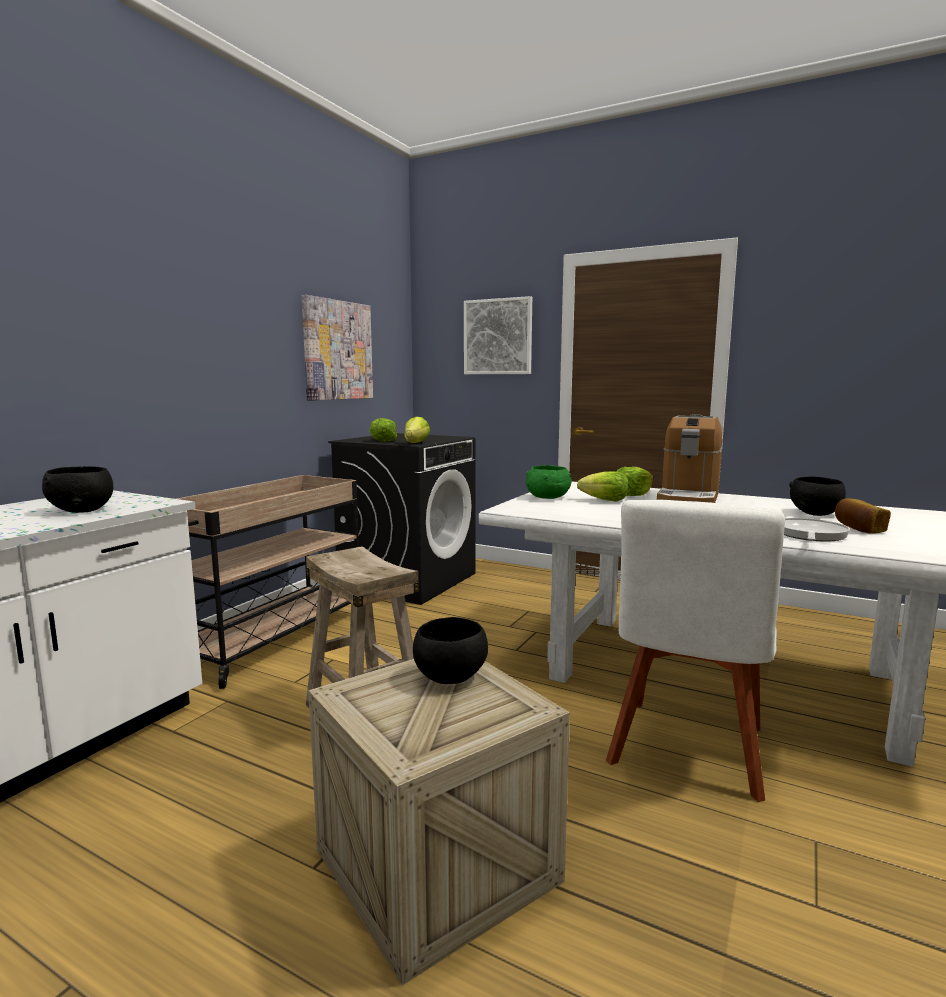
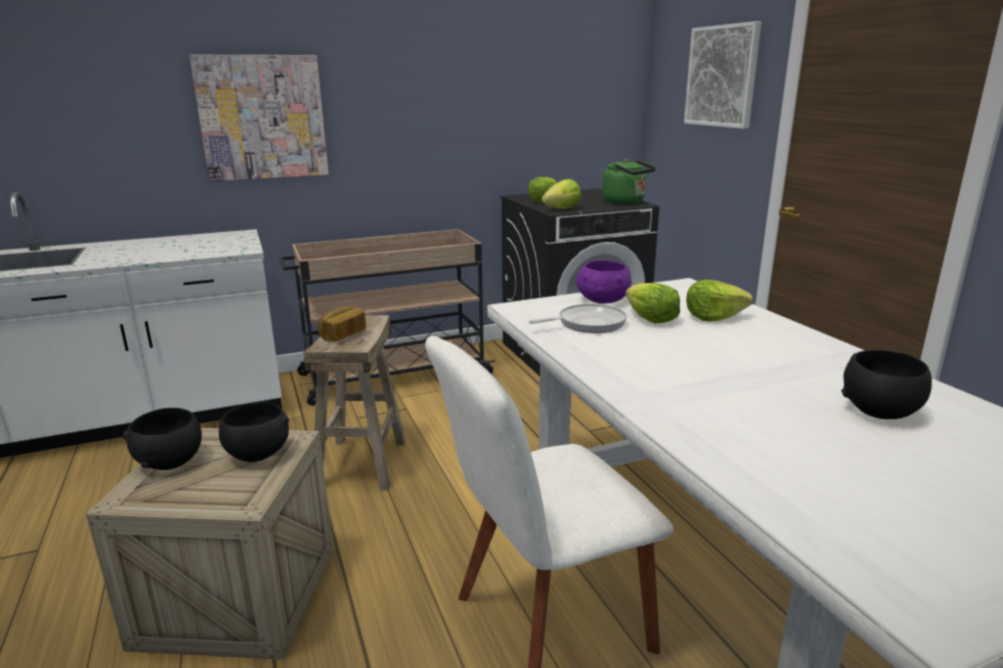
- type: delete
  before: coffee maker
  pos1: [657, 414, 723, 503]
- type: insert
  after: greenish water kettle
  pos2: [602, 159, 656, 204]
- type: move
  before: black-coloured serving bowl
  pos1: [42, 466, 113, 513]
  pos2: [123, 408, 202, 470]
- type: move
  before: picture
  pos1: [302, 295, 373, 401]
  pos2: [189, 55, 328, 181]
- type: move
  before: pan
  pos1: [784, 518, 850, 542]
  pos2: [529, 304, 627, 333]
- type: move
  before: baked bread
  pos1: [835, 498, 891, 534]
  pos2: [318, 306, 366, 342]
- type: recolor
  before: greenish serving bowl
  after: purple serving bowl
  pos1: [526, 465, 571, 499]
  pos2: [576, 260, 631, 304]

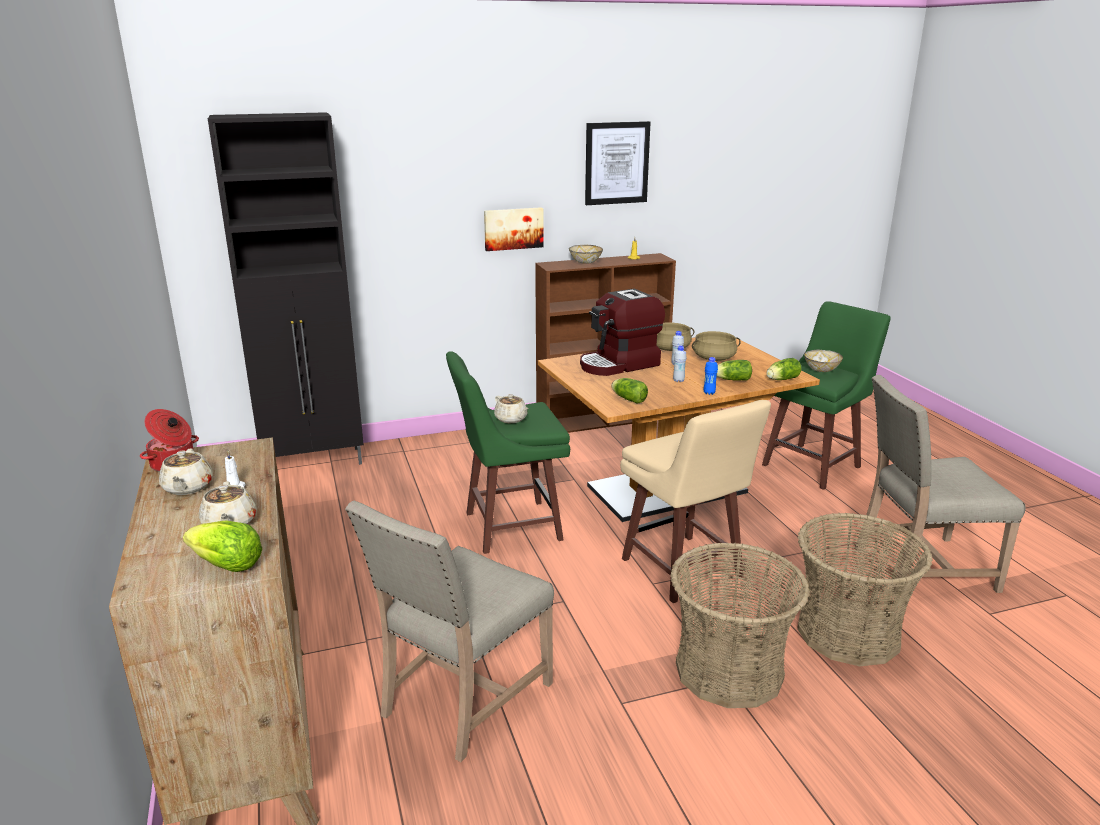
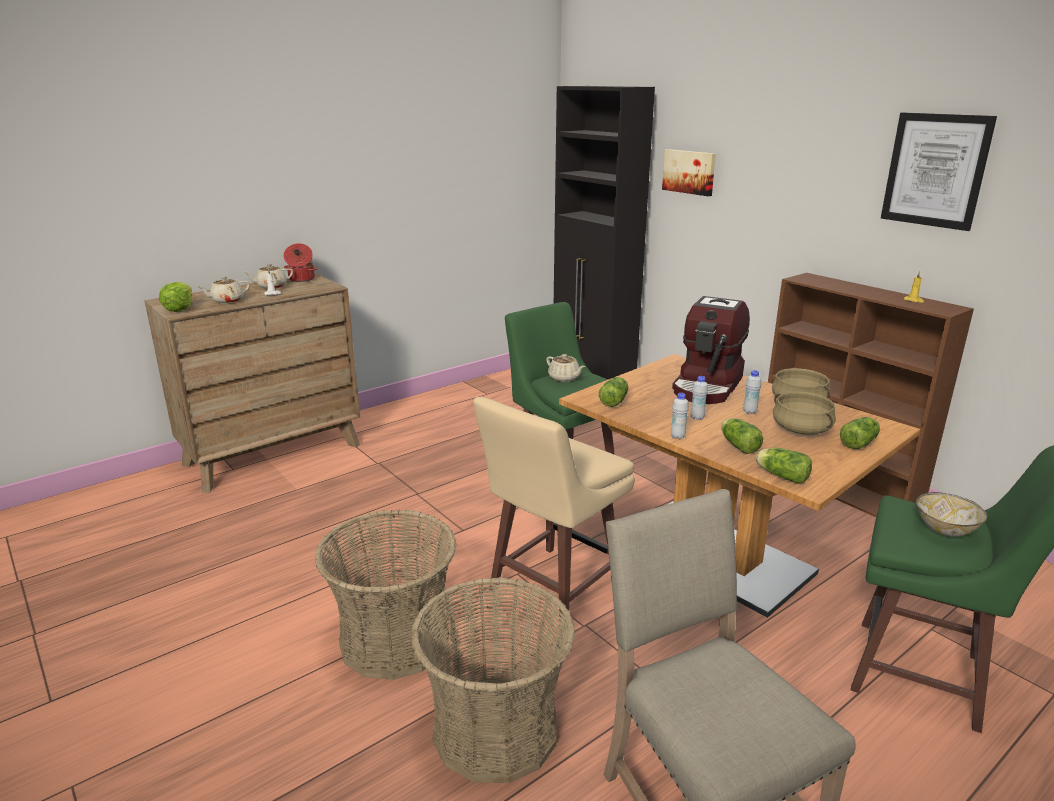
- type: delete
  before: sand-coloured chair
  pos1: [345, 501, 554, 762]
- type: delete
  before: serving bowl
  pos1: [569, 245, 603, 264]
- type: insert
  after: lettuce head
  pos2: [840, 417, 880, 449]
- type: move
  before: picture
  pos1: [484, 207, 543, 251]
  pos2: [662, 149, 716, 196]
- type: recolor
  before: bluish bottle
  after: white-coloured bottle
  pos1: [704, 357, 718, 395]
  pos2: [671, 393, 689, 439]
- type: rotate
  before: sand-coloured teapot
  pos1: [494, 394, 529, 423]
  pos2: [546, 354, 585, 382]
  turn: -75
- type: rotate
  before: coffee maker
  pos1: [580, 289, 665, 376]
  pos2: [672, 296, 750, 404]
  turn: -105

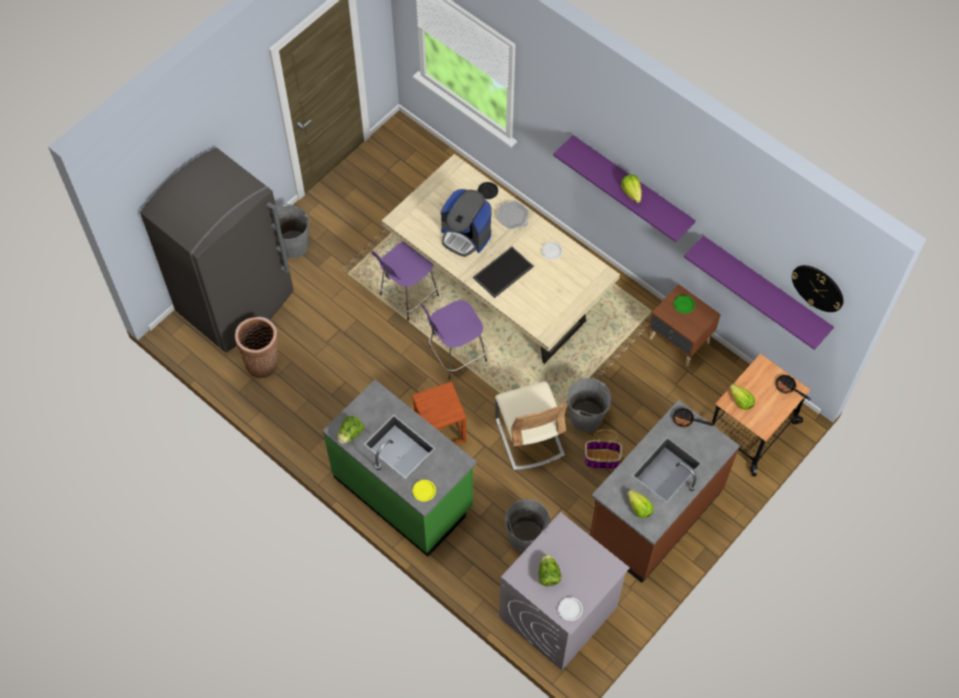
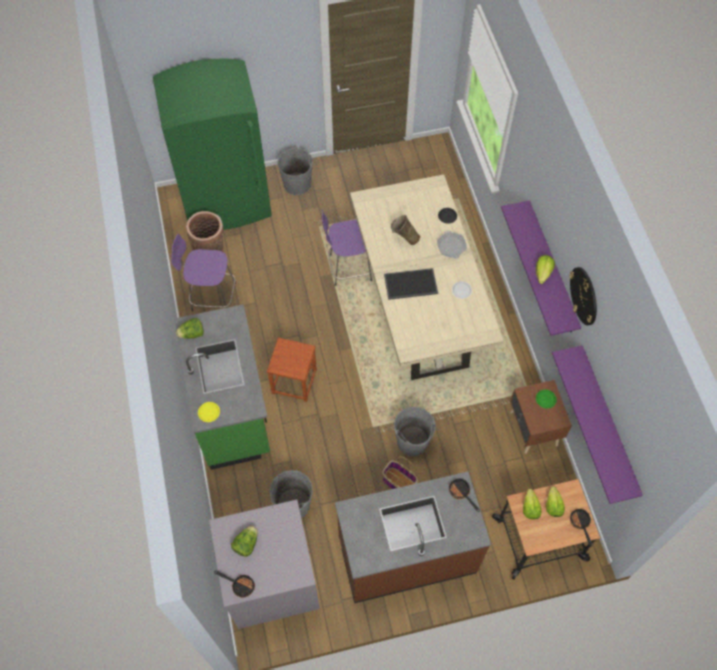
- type: delete
  before: sand-coloured chair
  pos1: [495, 381, 567, 470]
- type: move
  before: purple sitting stool
  pos1: [422, 300, 487, 380]
  pos2: [171, 234, 236, 312]
- type: move
  before: lettuce head
  pos1: [627, 490, 654, 518]
  pos2: [546, 486, 565, 517]
- type: move
  before: hanging clock
  pos1: [791, 265, 843, 312]
  pos2: [569, 267, 597, 326]
- type: replace
  before: coffee maker
  after: sand-coloured decorative vase
  pos1: [441, 189, 492, 257]
  pos2: [391, 215, 420, 245]
- type: replace
  before: white-coloured dinner plate
  after: pan
  pos1: [558, 597, 583, 621]
  pos2: [214, 570, 255, 598]
- type: recolor
  before: greyish kitchen fridge
  after: greenish kitchen fridge
  pos1: [140, 148, 294, 352]
  pos2: [153, 59, 272, 230]

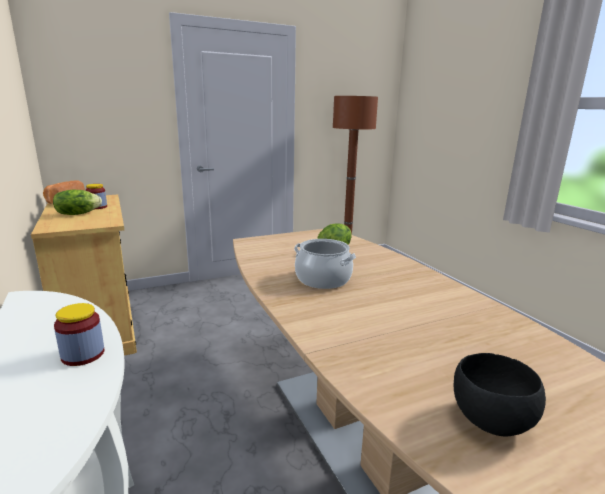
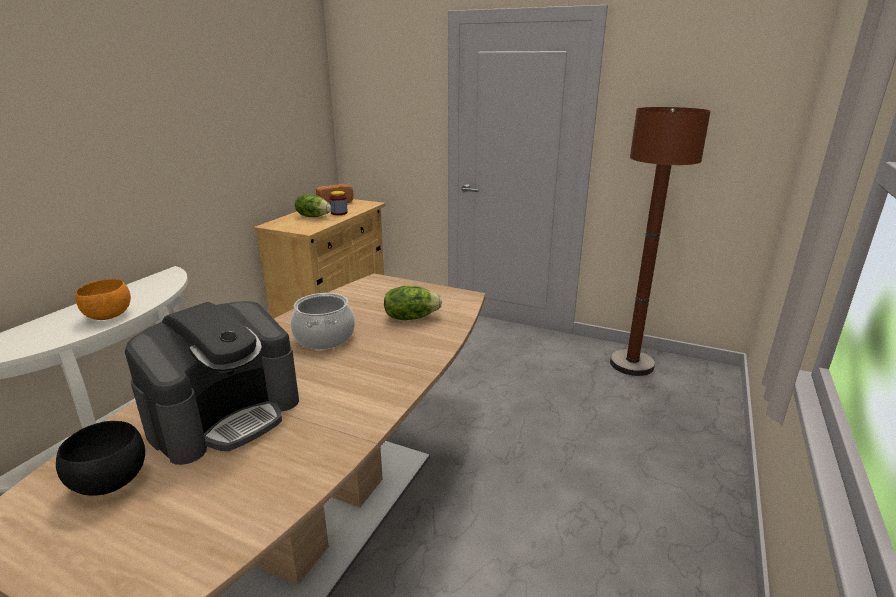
- type: insert
  after: coffee maker
  pos2: [125, 301, 299, 465]
- type: replace
  before: jar
  after: orange-coloured serving bowl
  pos1: [54, 303, 104, 366]
  pos2: [75, 279, 131, 320]

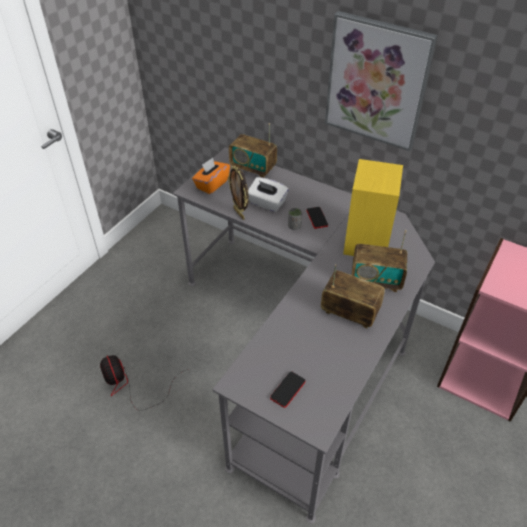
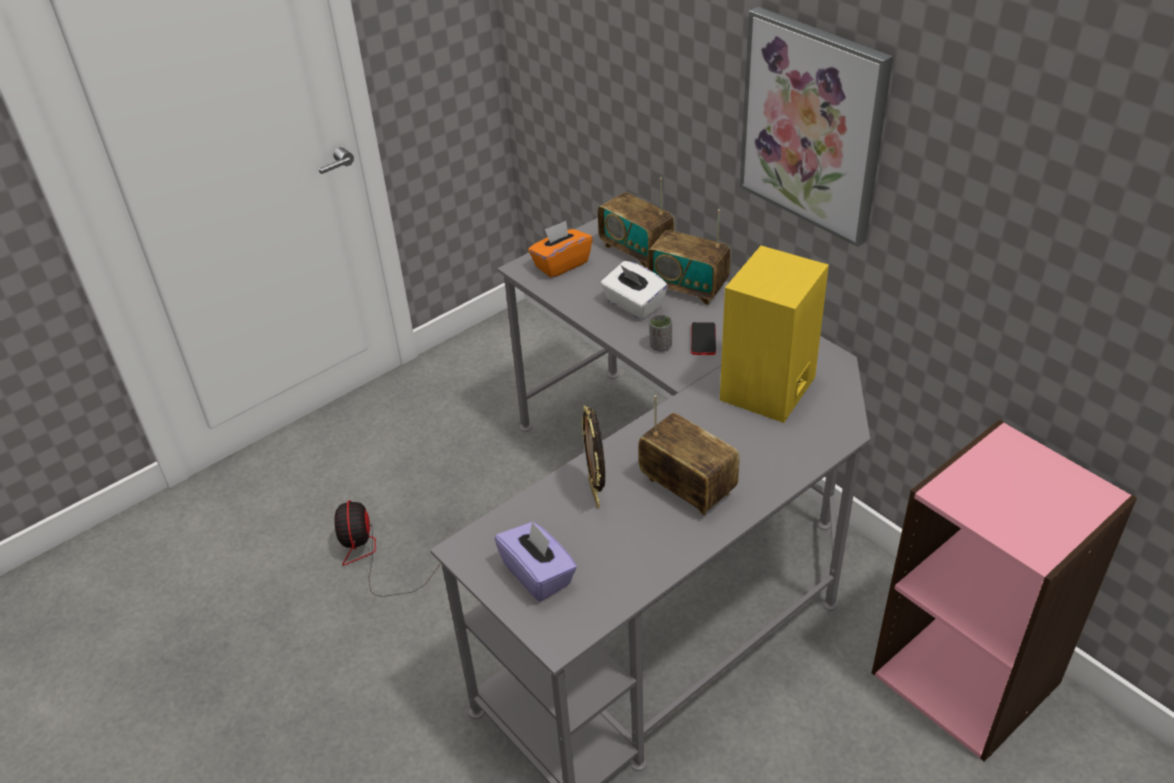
- type: move
  before: photo frame
  pos1: [228, 166, 249, 220]
  pos2: [581, 405, 605, 508]
- type: move
  before: radio
  pos1: [351, 230, 407, 292]
  pos2: [647, 209, 731, 305]
- type: replace
  before: phone
  after: purple tissue box
  pos1: [270, 371, 305, 408]
  pos2: [495, 520, 577, 602]

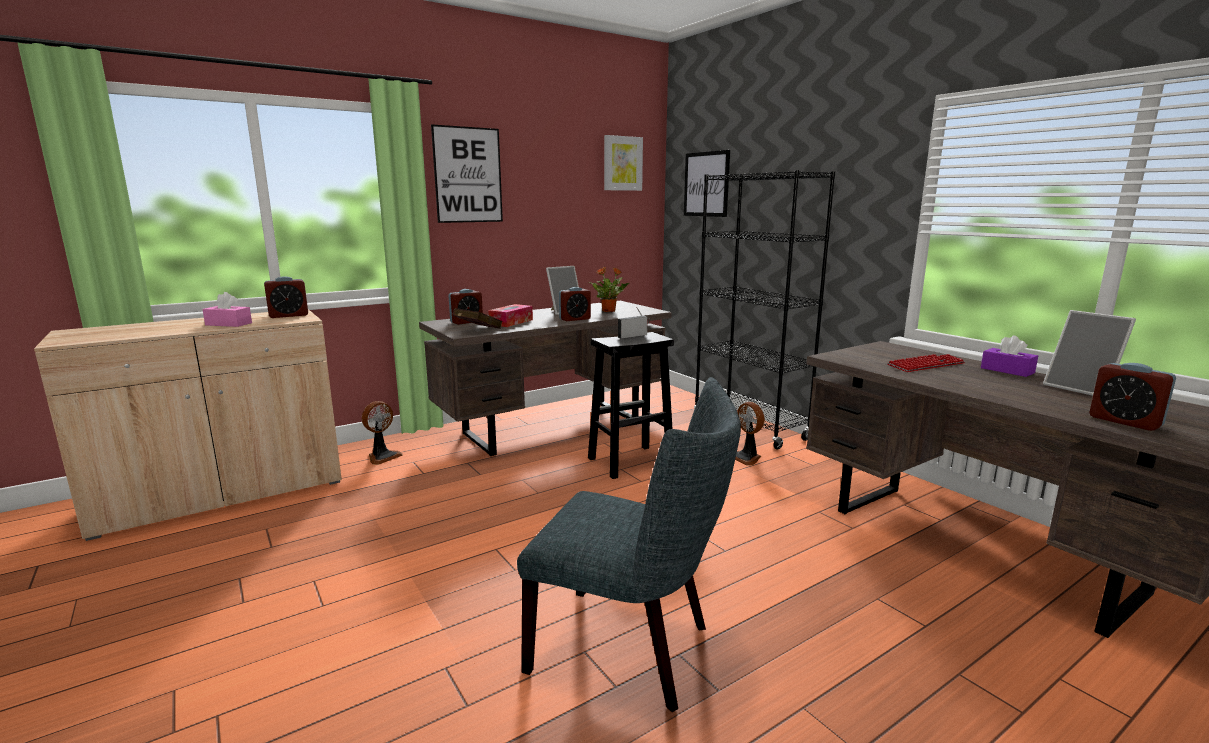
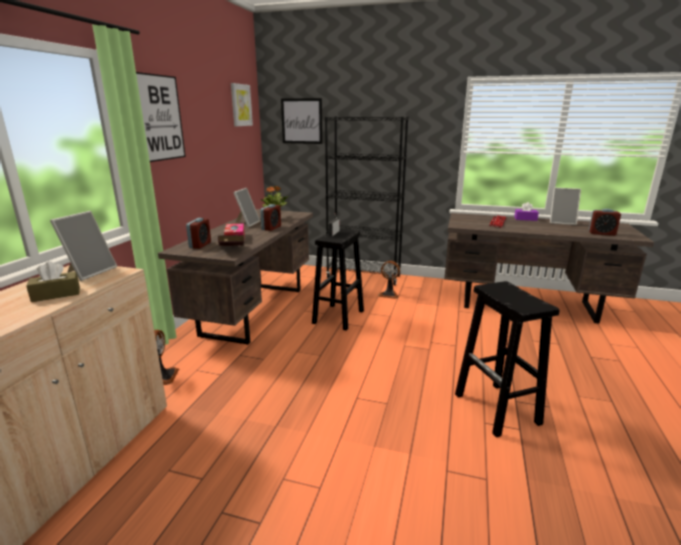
- type: replace
  before: bedside clock
  after: photo frame
  pos1: [264, 276, 308, 318]
  pos2: [50, 211, 117, 281]
- type: replace
  before: greyish chair
  after: black-coloured sitting stool
  pos1: [517, 377, 741, 712]
  pos2: [455, 281, 560, 437]
- type: recolor
  before: pink-coloured tissue box
  after: brown-coloured tissue box
  pos1: [202, 292, 252, 327]
  pos2: [26, 261, 80, 302]

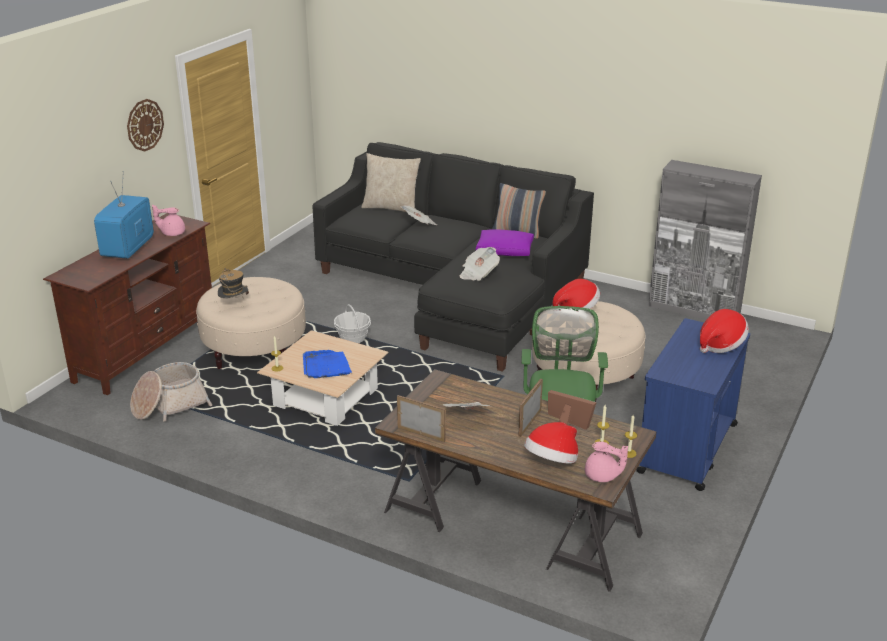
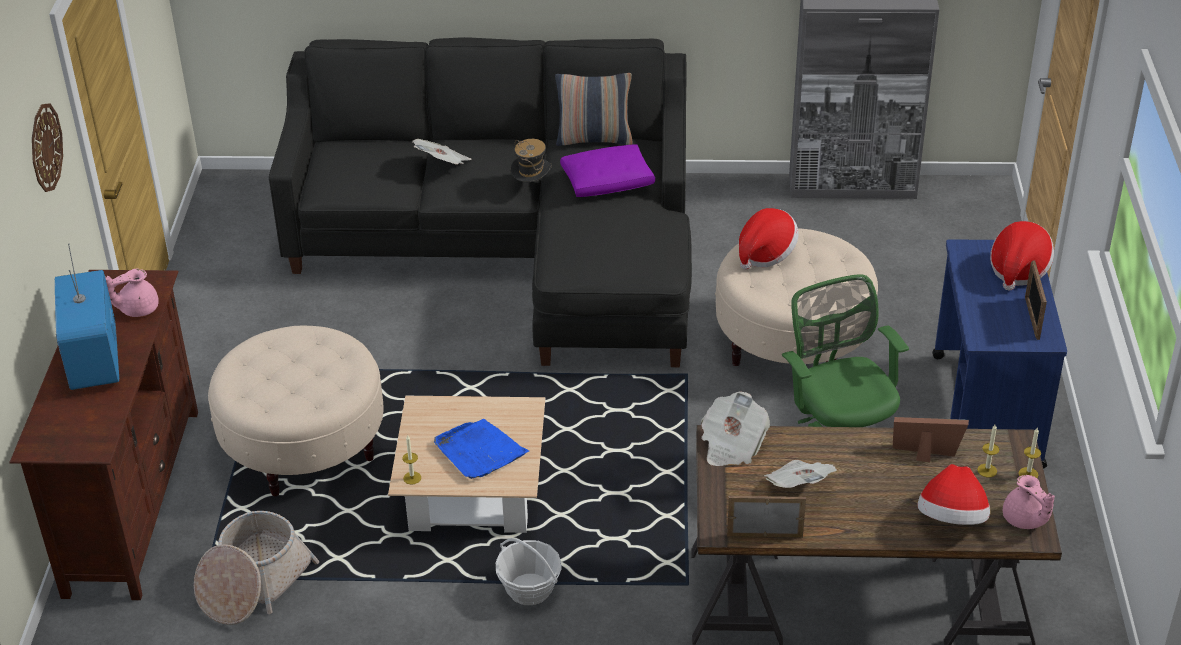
- type: delete
  before: sand-coloured pillow
  pos1: [361, 153, 421, 212]
- type: move
  before: clothing hat
  pos1: [218, 268, 249, 298]
  pos2: [510, 139, 552, 182]
- type: move
  before: household basket
  pos1: [334, 304, 371, 343]
  pos2: [495, 538, 562, 605]
- type: move
  before: newspaper
  pos1: [459, 247, 500, 281]
  pos2: [701, 391, 770, 466]
- type: move
  before: photo frame
  pos1: [518, 379, 543, 437]
  pos2: [1025, 260, 1047, 340]
- type: rotate
  before: pink-coloured teapot
  pos1: [585, 441, 628, 482]
  pos2: [1003, 475, 1055, 529]
  turn: 60

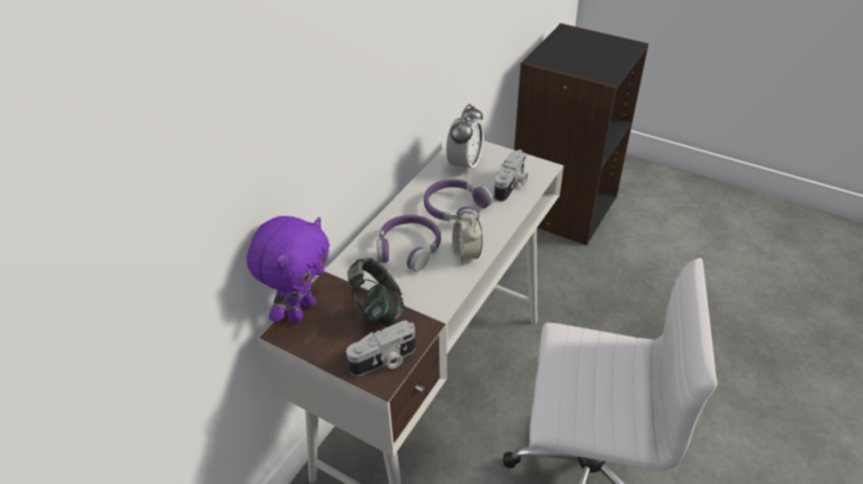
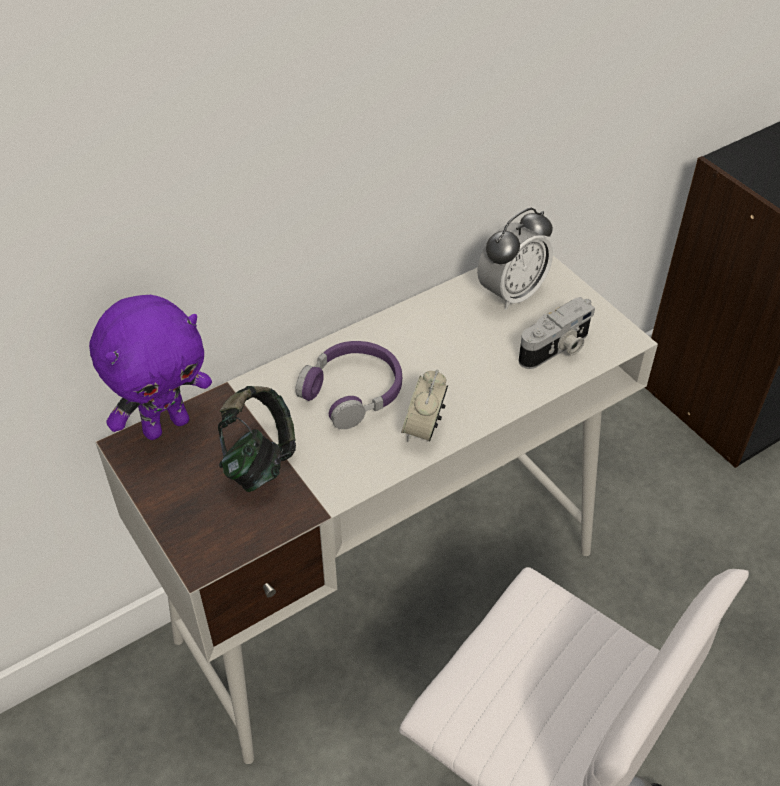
- type: delete
  before: photo camera
  pos1: [346, 320, 416, 376]
- type: delete
  before: purple pair of headphones
  pos1: [424, 179, 493, 221]

